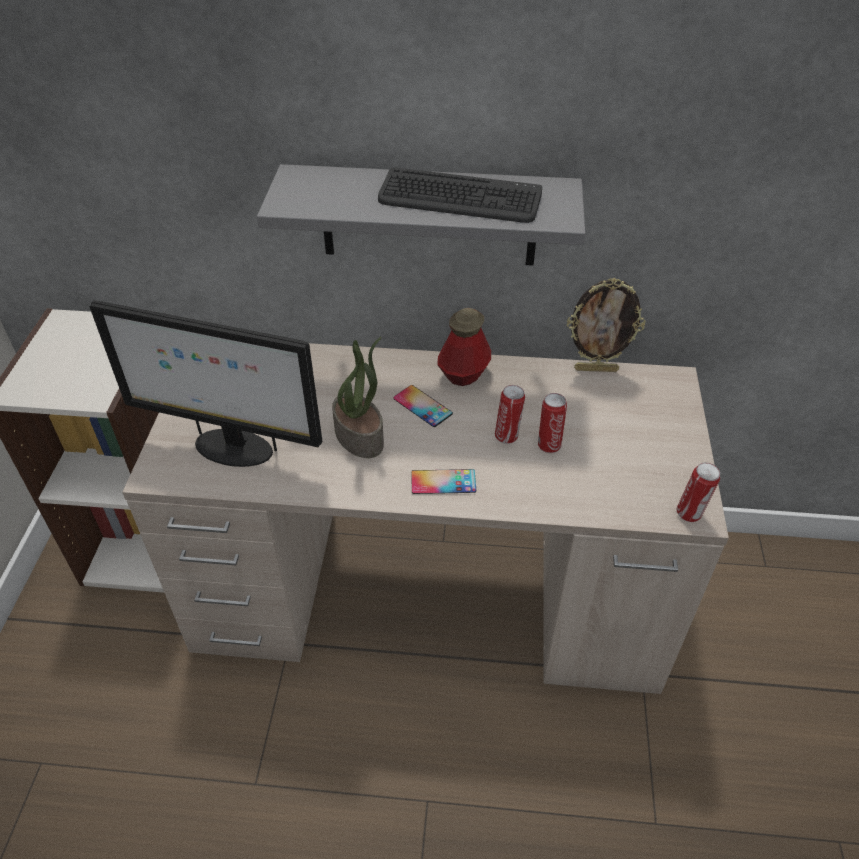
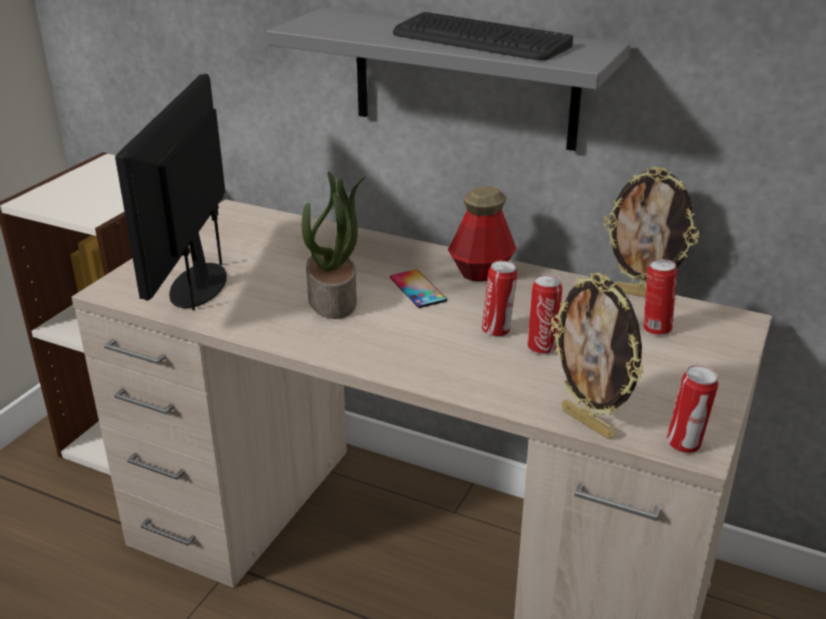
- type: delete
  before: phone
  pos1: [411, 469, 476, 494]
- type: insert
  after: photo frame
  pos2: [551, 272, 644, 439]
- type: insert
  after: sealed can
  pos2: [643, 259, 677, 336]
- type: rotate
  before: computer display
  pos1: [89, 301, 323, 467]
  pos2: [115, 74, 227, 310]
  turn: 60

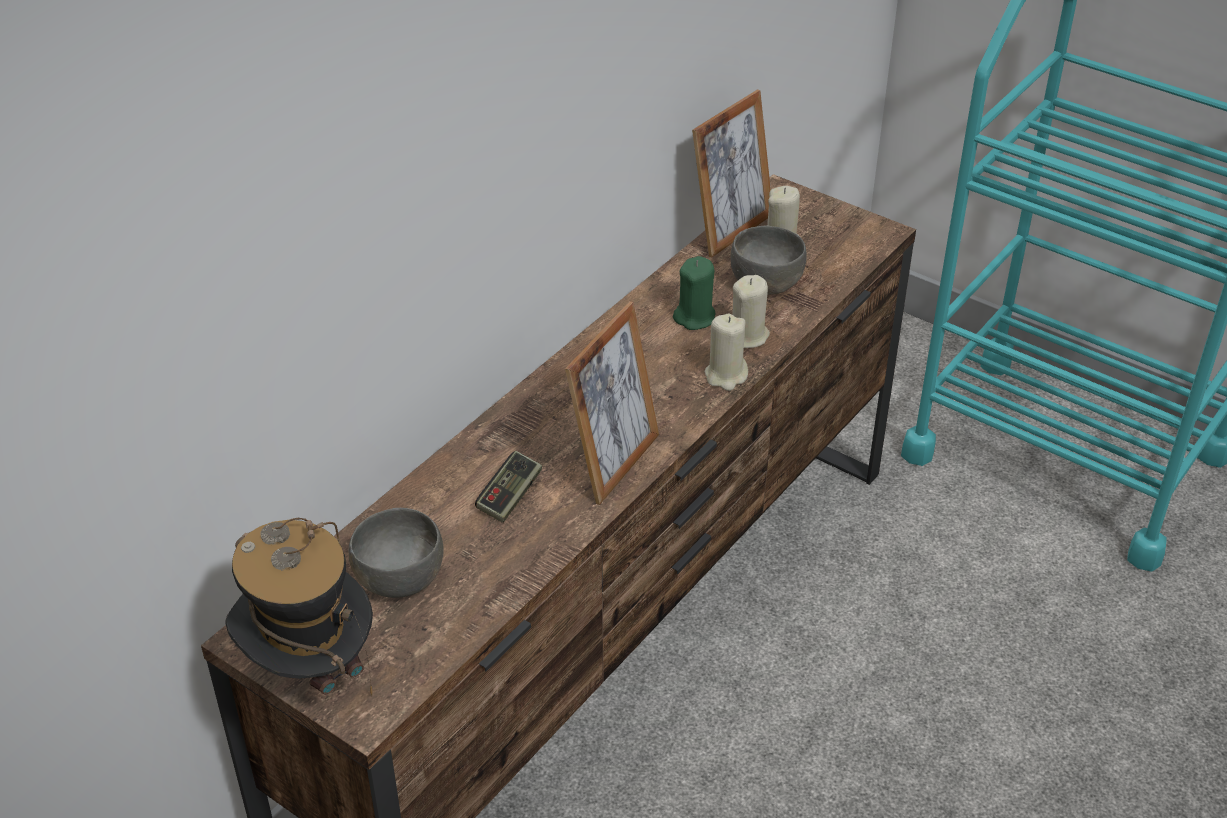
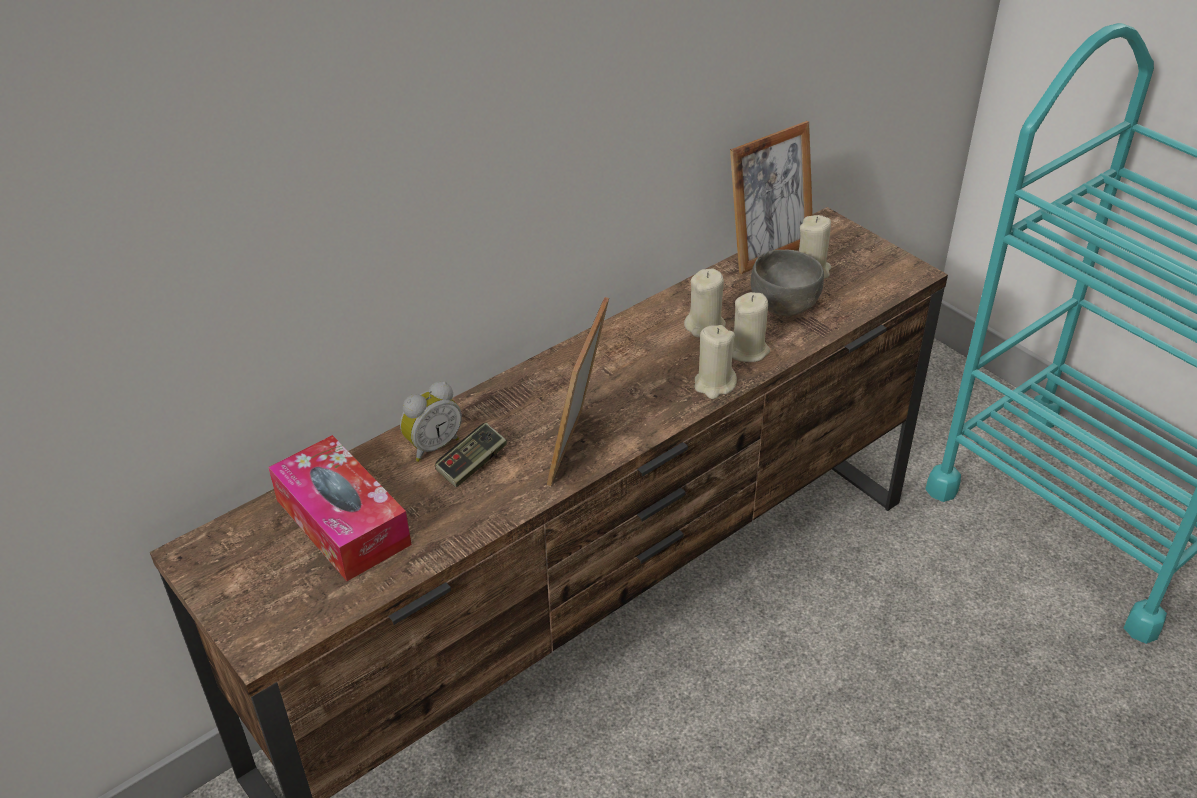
- type: delete
  before: clothing hat
  pos1: [225, 518, 373, 696]
- type: insert
  after: bedside clock
  pos2: [400, 381, 462, 462]
- type: replace
  before: greyish serving bowl
  after: tissue box
  pos1: [349, 508, 444, 598]
  pos2: [268, 435, 412, 581]
- type: recolor
  before: greenish wax candle
  after: sand-coloured wax candle
  pos1: [673, 256, 716, 330]
  pos2: [684, 268, 726, 338]
- type: rotate
  before: photo frame
  pos1: [565, 301, 659, 505]
  pos2: [547, 297, 609, 486]
  turn: 150

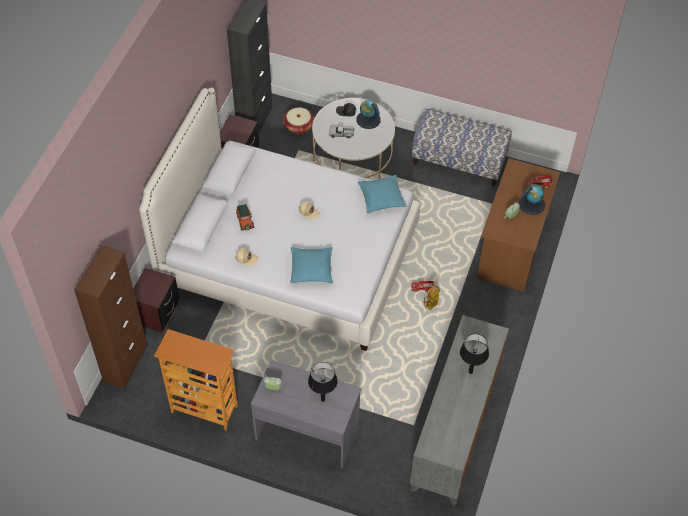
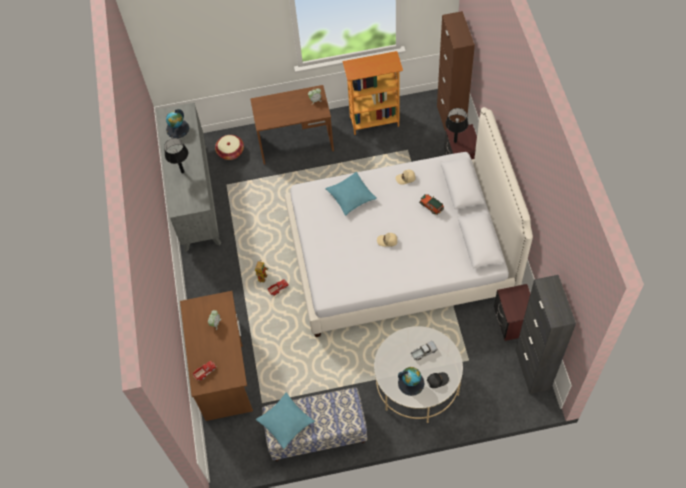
- type: move
  before: household basket
  pos1: [283, 107, 314, 134]
  pos2: [215, 135, 244, 160]
- type: move
  before: black-coloured tabletop lamp
  pos1: [308, 362, 338, 402]
  pos2: [446, 108, 468, 143]
- type: move
  before: turquoise pillow
  pos1: [358, 175, 406, 214]
  pos2: [256, 393, 315, 449]
- type: move
  before: world globe
  pos1: [519, 184, 545, 215]
  pos2: [166, 109, 189, 138]
- type: recolor
  before: greyish desk
  after: brown-coloured desk
  pos1: [251, 360, 362, 469]
  pos2: [250, 85, 334, 164]

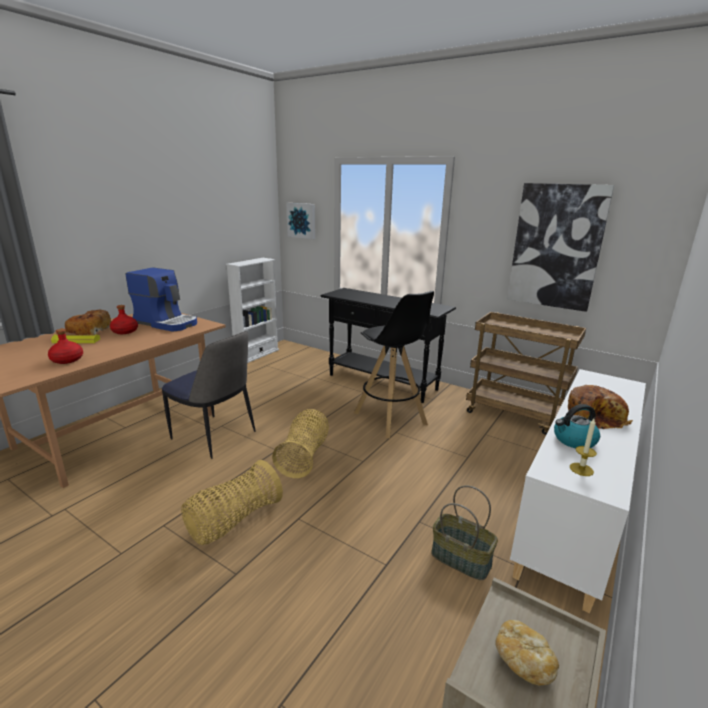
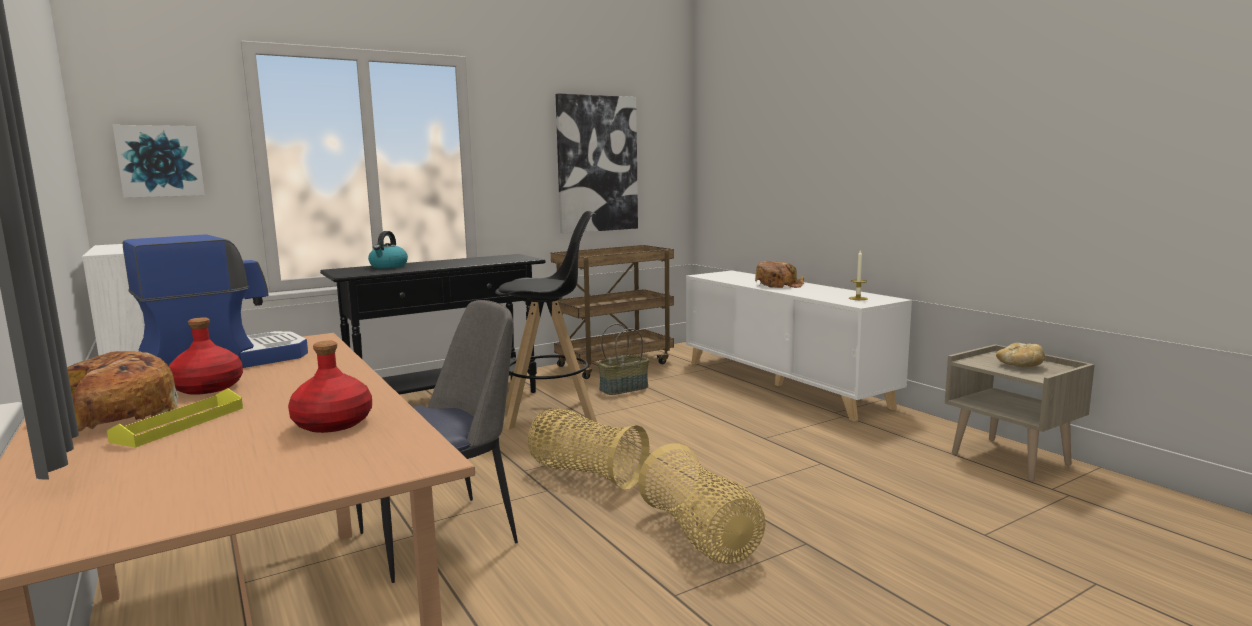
- type: move
  before: household basket
  pos1: [431, 485, 498, 580]
  pos2: [598, 324, 649, 395]
- type: move
  before: water kettle
  pos1: [554, 404, 600, 448]
  pos2: [368, 231, 408, 269]

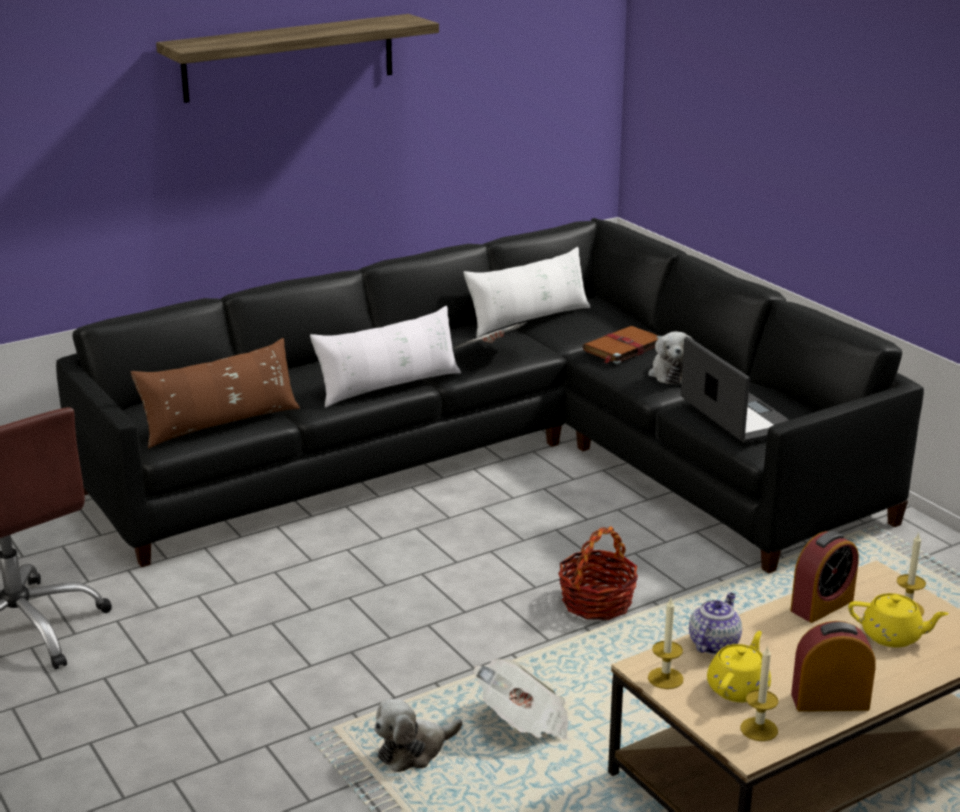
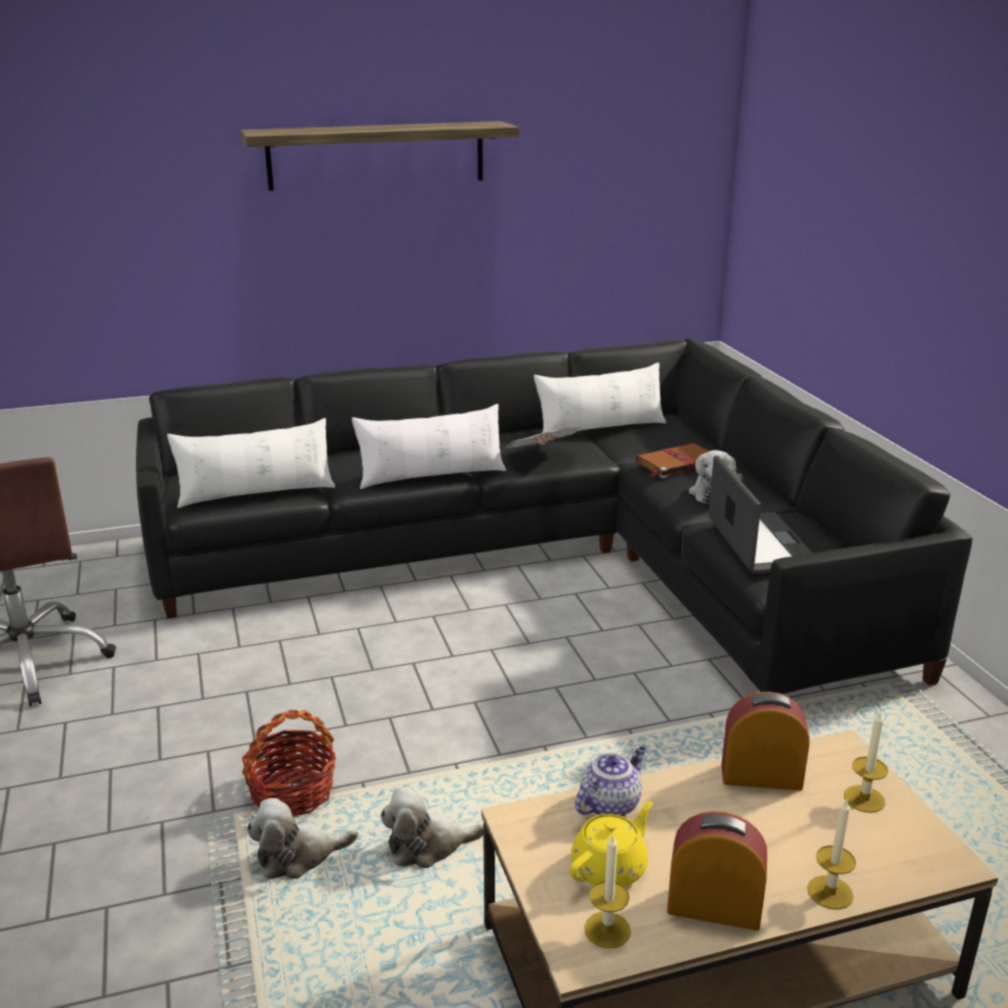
- type: delete
  before: yellow-coloured teapot
  pos1: [848, 593, 949, 648]
- type: move
  before: household basket
  pos1: [558, 526, 638, 620]
  pos2: [242, 710, 336, 816]
- type: move
  before: wax candle
  pos1: [648, 599, 684, 689]
  pos2: [807, 798, 856, 910]
- type: replace
  before: newspaper
  after: soft toy
  pos1: [474, 659, 571, 740]
  pos2: [380, 787, 483, 868]
- type: recolor
  before: brown-coloured pillow
  after: white-coloured pillow
  pos1: [131, 338, 300, 448]
  pos2: [167, 418, 335, 508]
- type: rotate
  before: bedside clock
  pos1: [790, 531, 859, 623]
  pos2: [721, 692, 810, 791]
  turn: -150

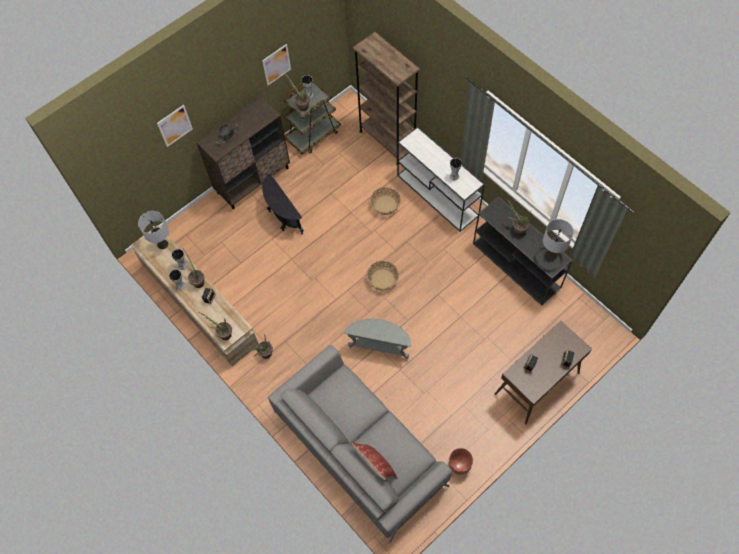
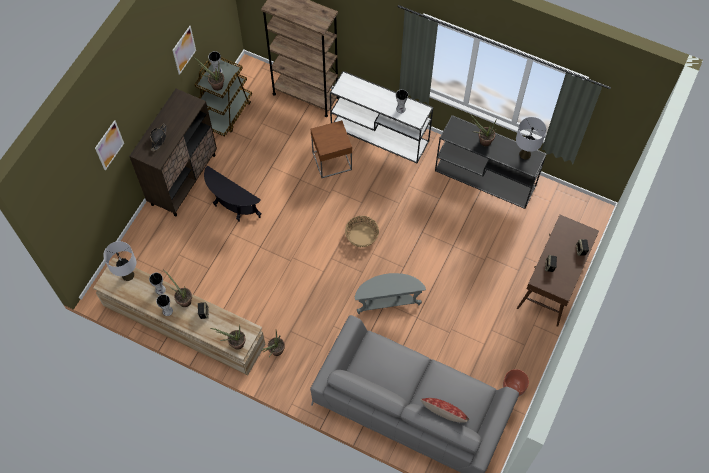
- type: replace
  before: household basket
  after: brown-coloured end table
  pos1: [370, 187, 401, 215]
  pos2: [311, 120, 352, 178]

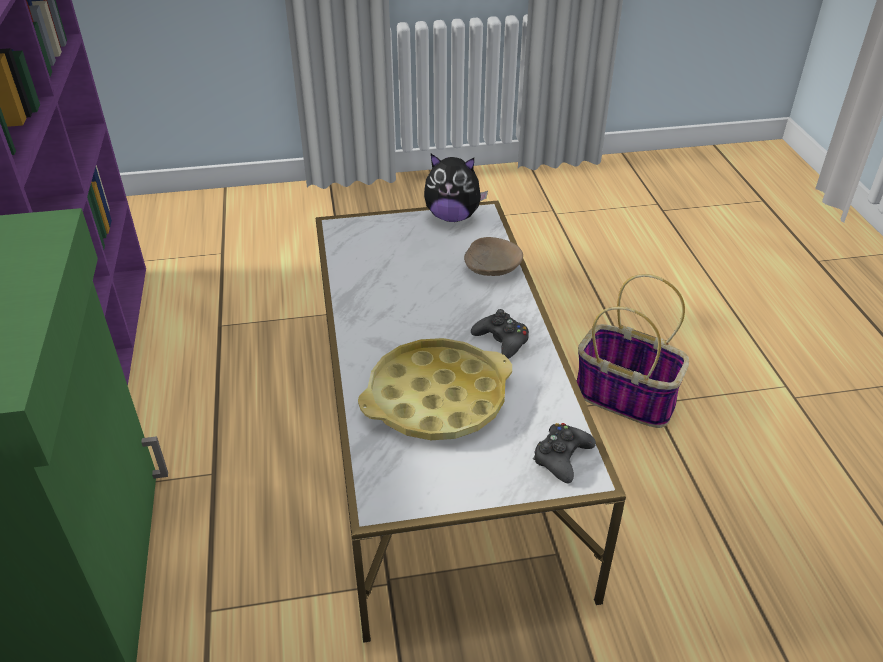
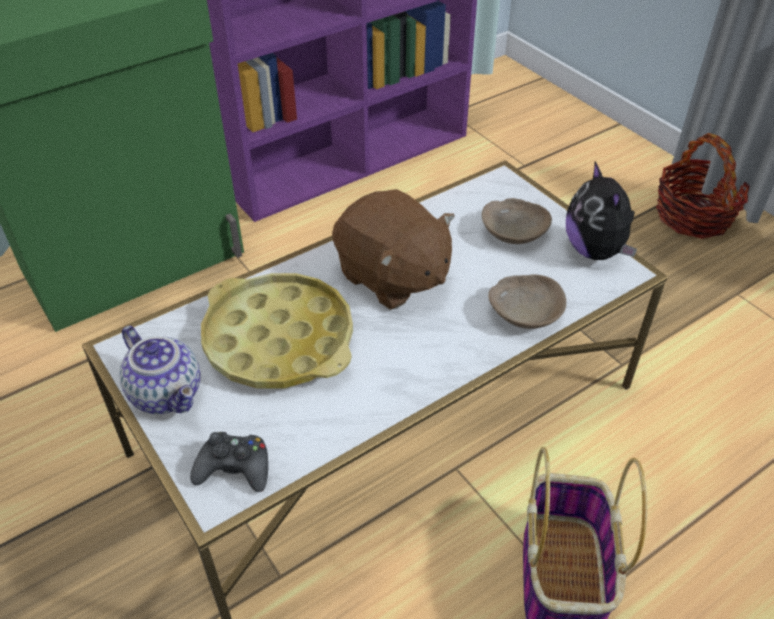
- type: delete
  before: black-coloured gamepad
  pos1: [471, 309, 529, 359]
- type: insert
  after: teapot
  pos2: [119, 326, 200, 414]
- type: insert
  after: brown-coloured soft toy
  pos2: [332, 189, 455, 310]
- type: insert
  after: sand-coloured serving bowl
  pos2: [482, 198, 552, 244]
- type: insert
  after: household basket
  pos2: [656, 133, 750, 239]

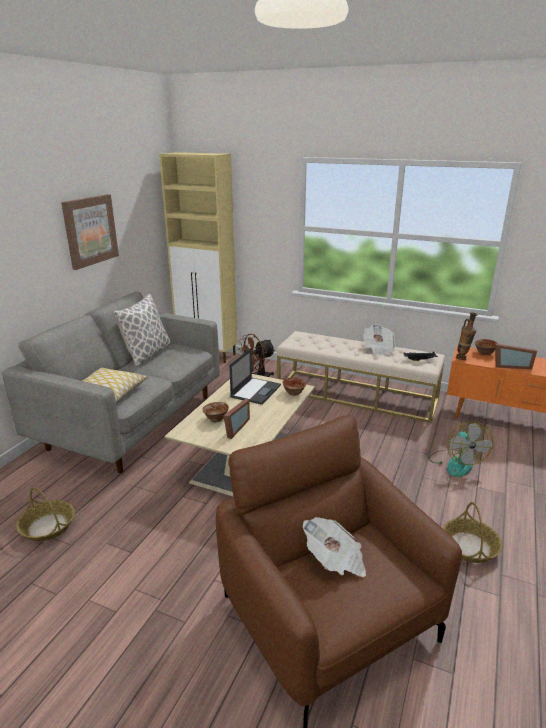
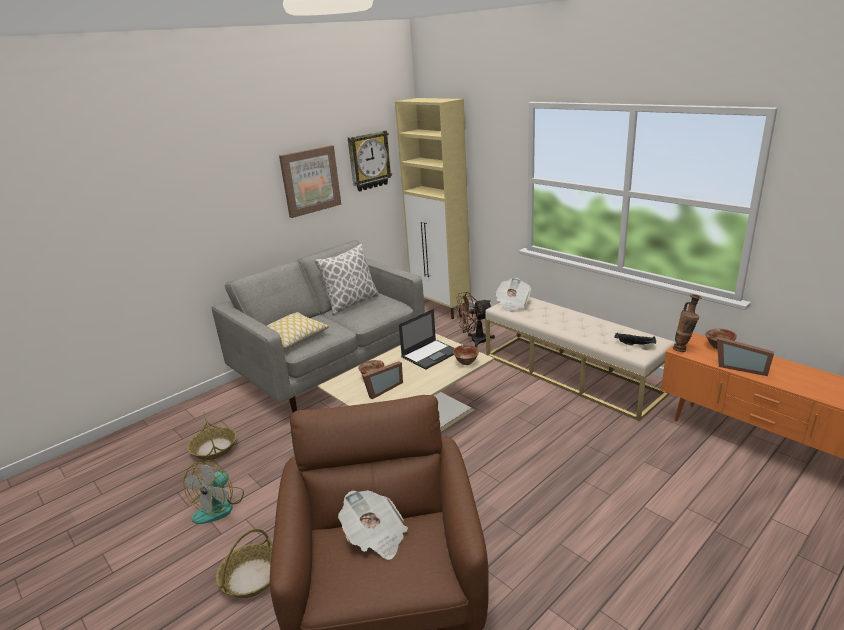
- type: insert
  after: hanging clock
  pos2: [348, 130, 392, 191]
- type: move
  before: newspaper
  pos1: [363, 324, 395, 356]
  pos2: [495, 278, 531, 311]
- type: move
  before: fan
  pos1: [428, 422, 493, 477]
  pos2: [183, 462, 244, 524]
- type: move
  before: household basket
  pos1: [443, 502, 502, 563]
  pos2: [216, 529, 273, 598]

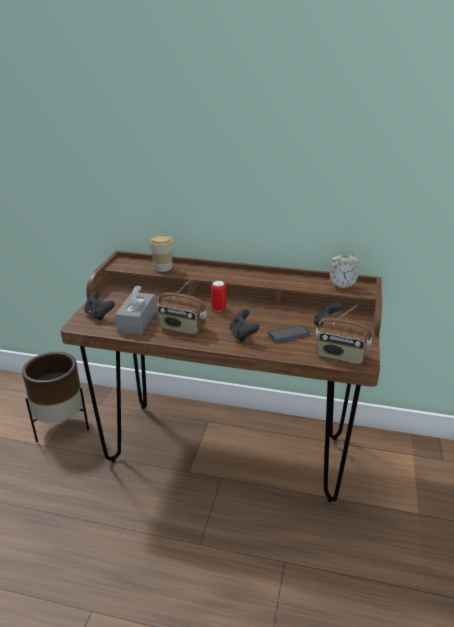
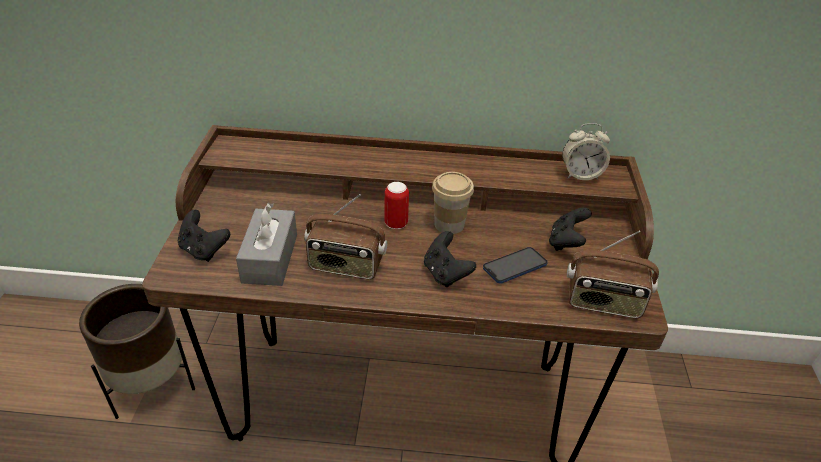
- type: move
  before: drinking cup
  pos1: [149, 235, 174, 272]
  pos2: [432, 172, 474, 234]

